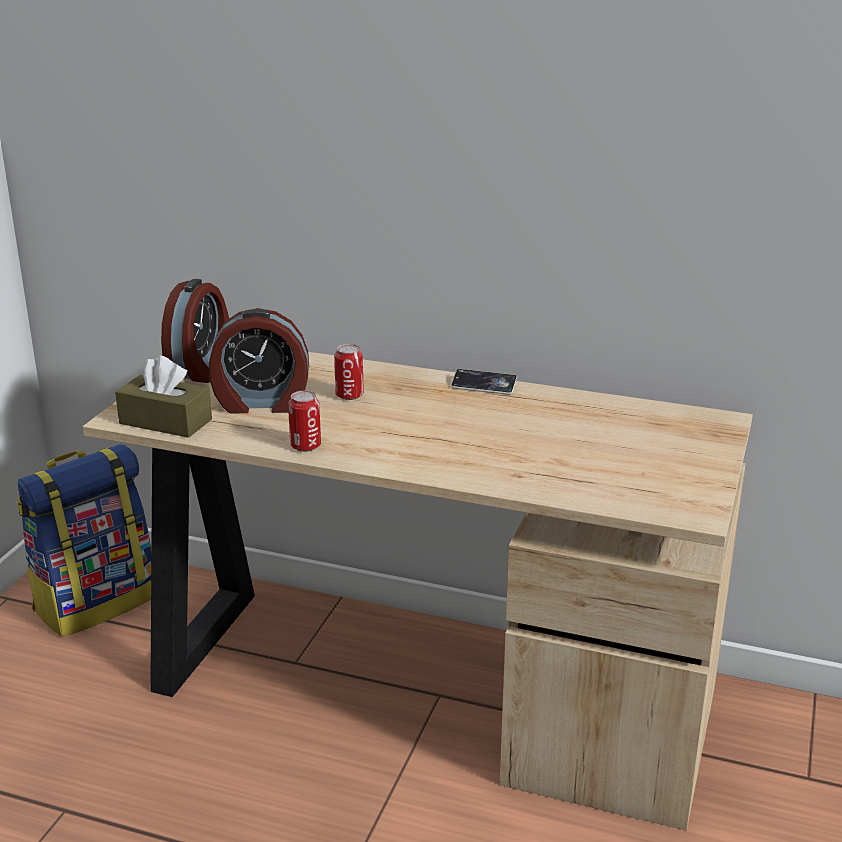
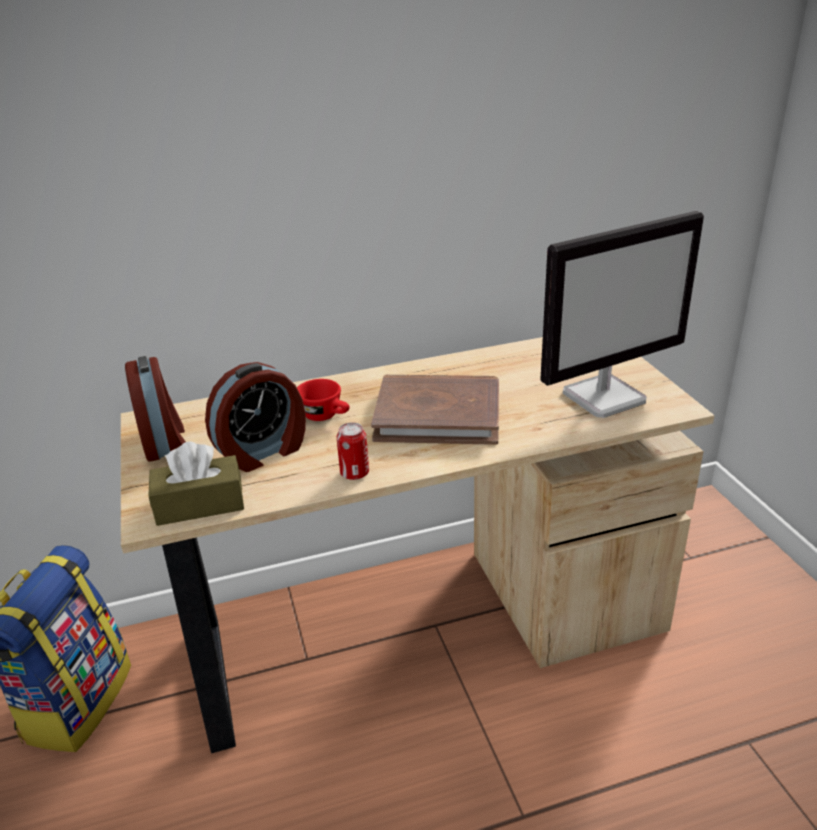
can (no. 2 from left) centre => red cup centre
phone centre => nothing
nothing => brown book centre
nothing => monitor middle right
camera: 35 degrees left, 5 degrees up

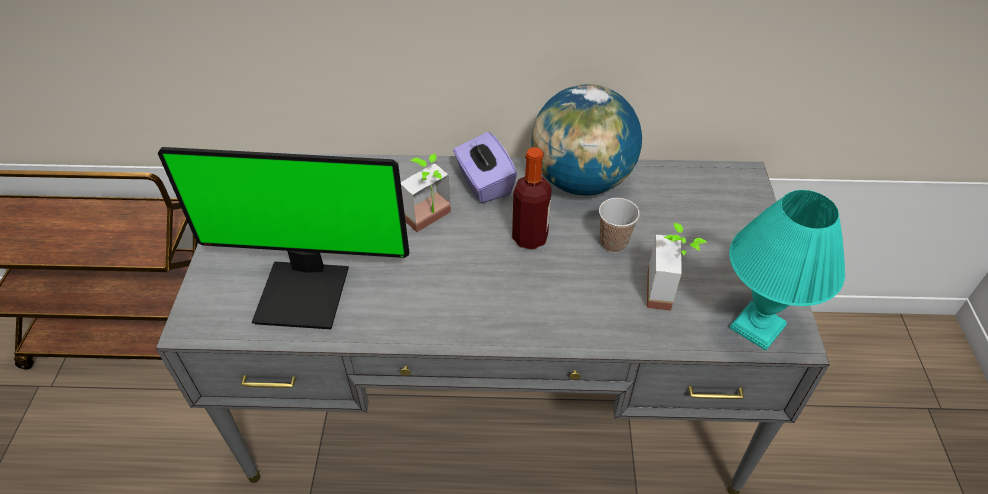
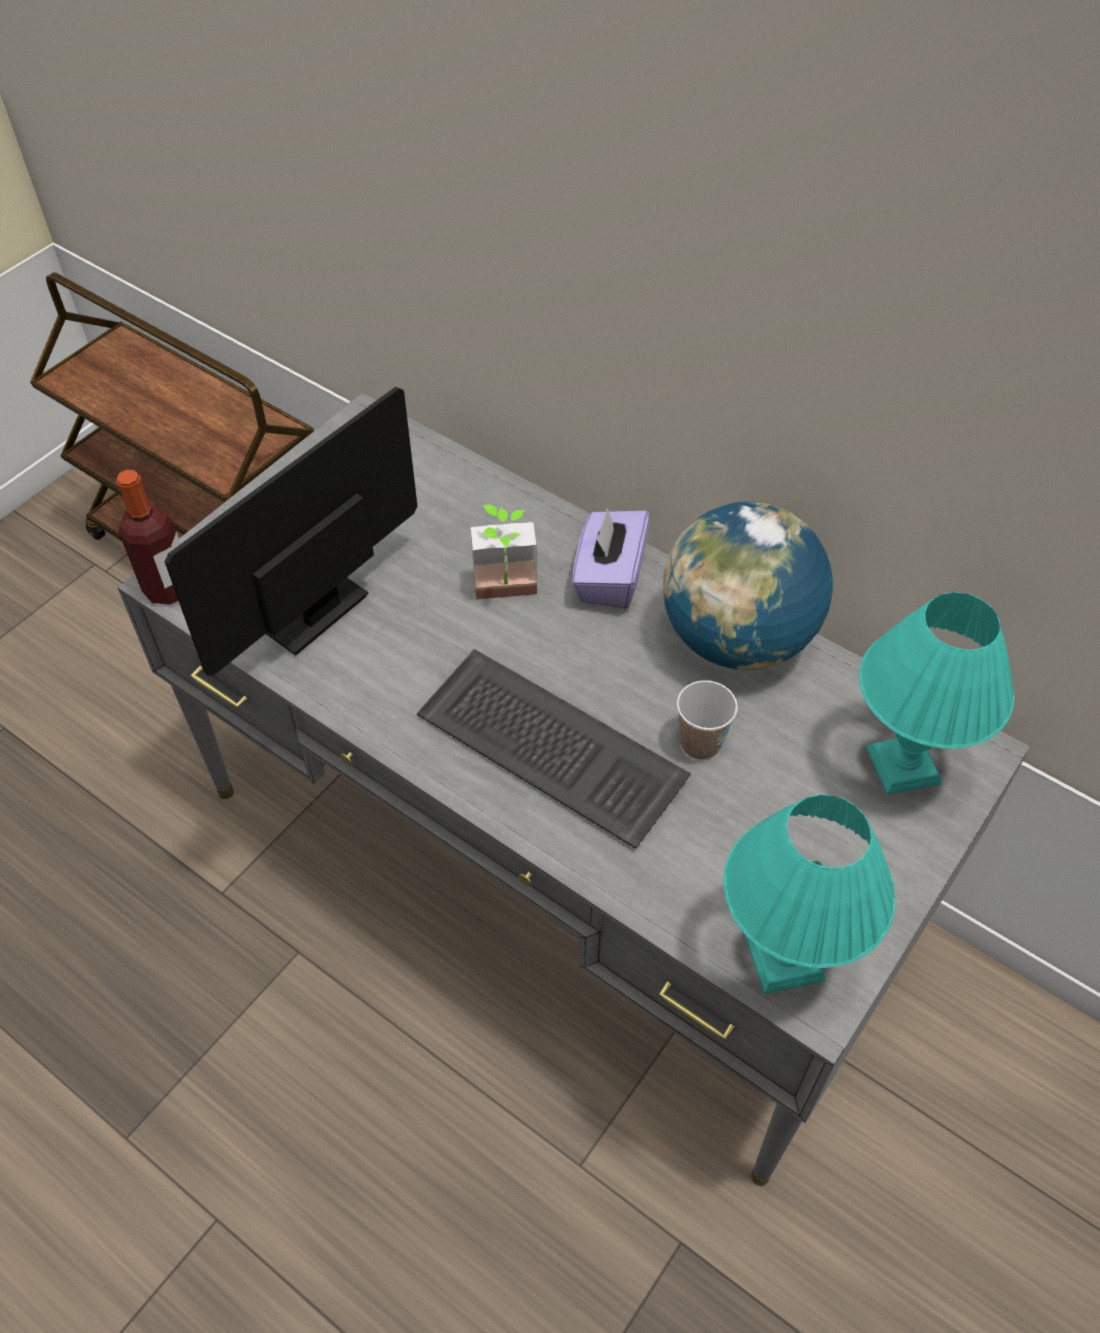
monitor middle left, 90 degrees clockwise
bottle centre => bottle middle left, relocated
potted plant (no. 2 from left) middle right => nothing
nothing => keyboard centre
nothing => turquoise table lamp (no. 2 from left) middle right
camera: 35 degrees right, 5 degrees up

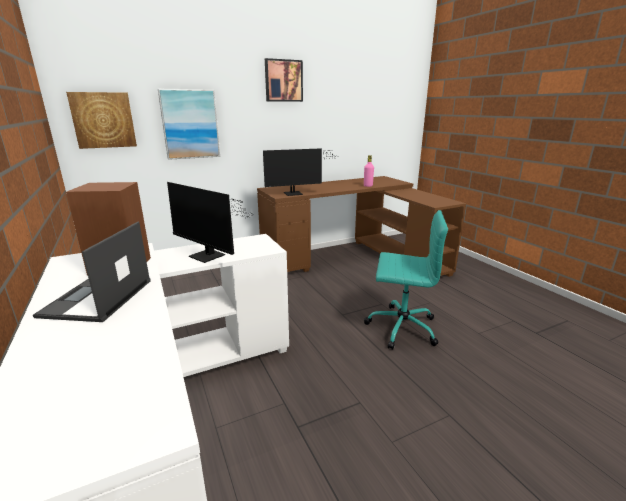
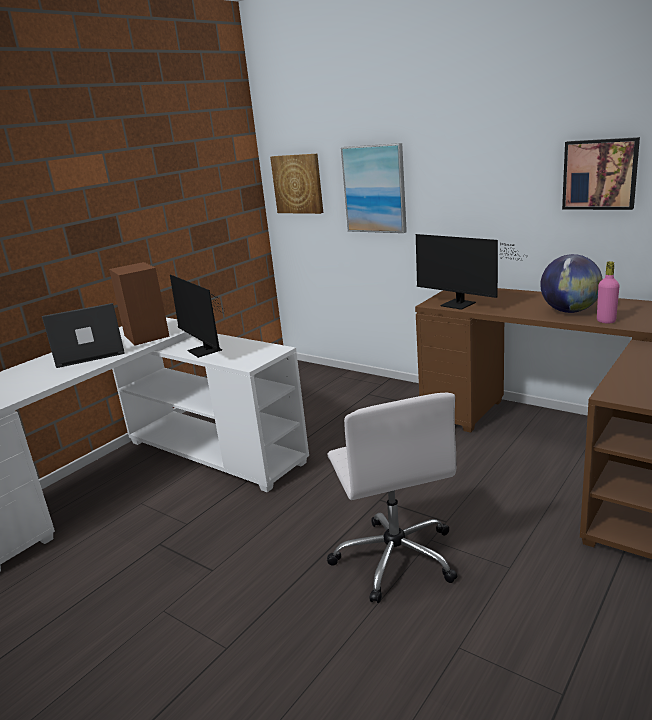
monitor (no. 1 from left) middle left, 45 degrees counterclockwise
picture (no. 3 from left) top centre => picture (no. 3 from left) top right, relocated
turquoise office chair centre => white office chair bottom centre
nothing => globe middle right
camera: 65 degrees right, 0 degrees up

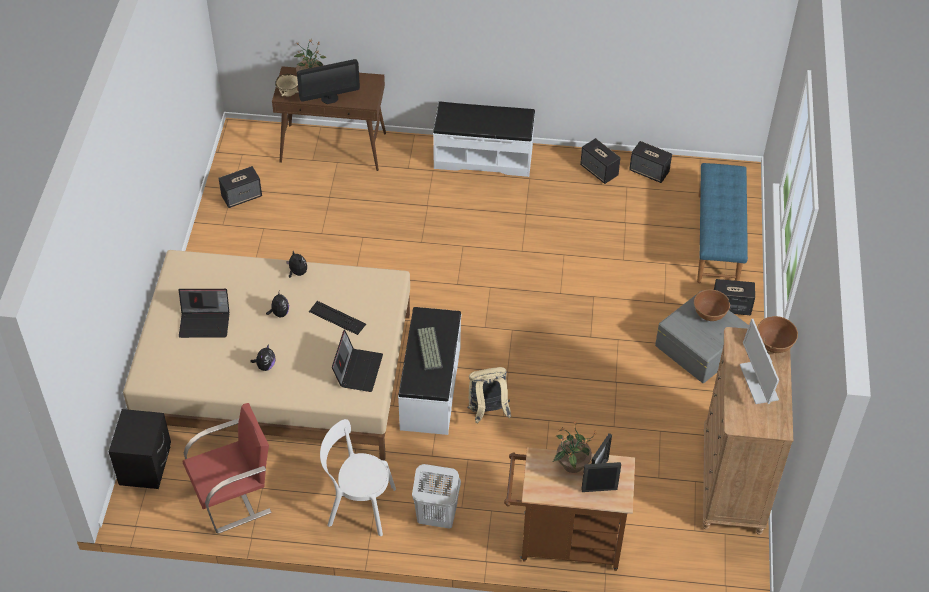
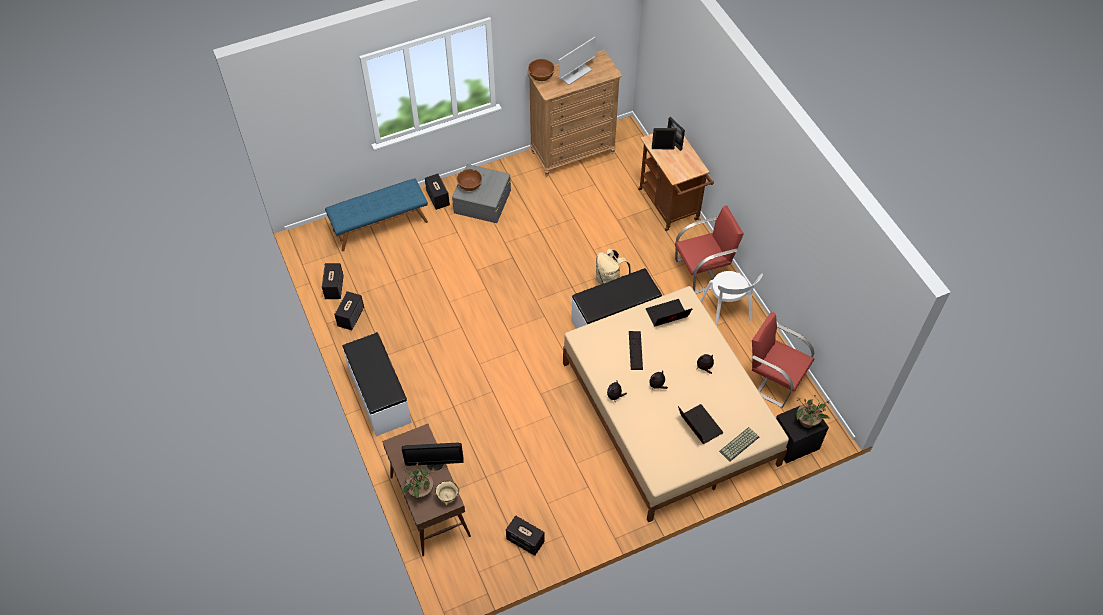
monitor (no. 1 from left) top centre => monitor (no. 1 from left) bottom centre, 135 degrees clockwise
white laundry basket bottom centre => red chair (no. 1 from left) centre
keyboard (no. 2 from left) centre => keyboard (no. 2 from left) bottom right, relocated
potted plant (no. 2 from left) bottom centre => potted plant (no. 2 from left) bottom right, relocated
camera: 120 degrees left, 5 degrees up

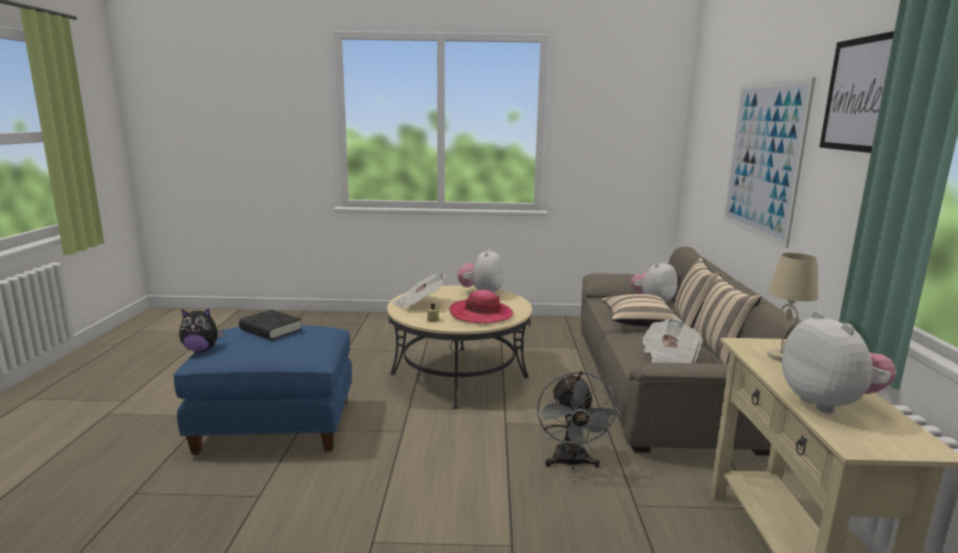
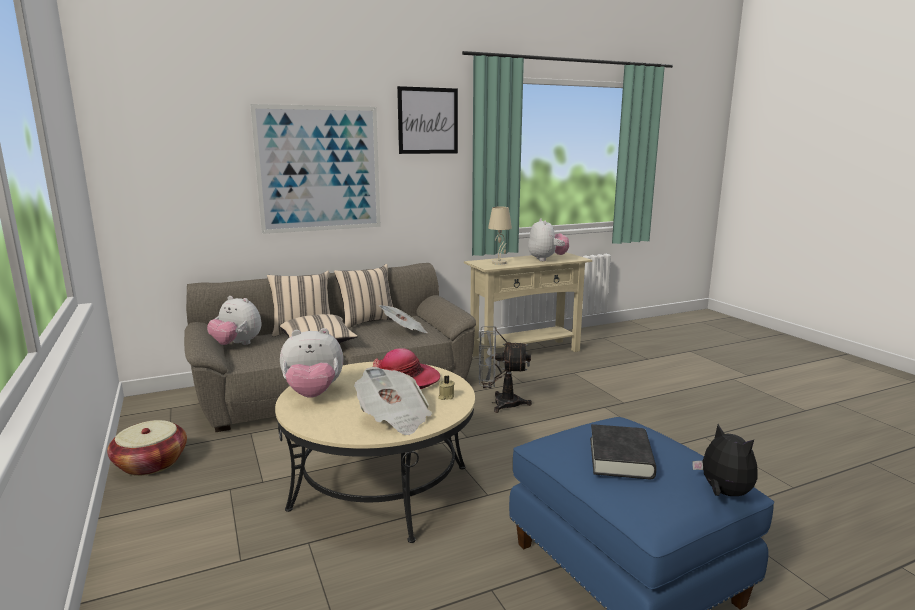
grey fan bottom centre => grey fan centre, 150 degrees counterclockwise
plush toy (no. 4 from left in the first image) middle right => plush toy (no. 3 from left) centre, 120 degrees clockwise
nothing => basket bottom left
camera: 115 degrees left, 0 degrees up

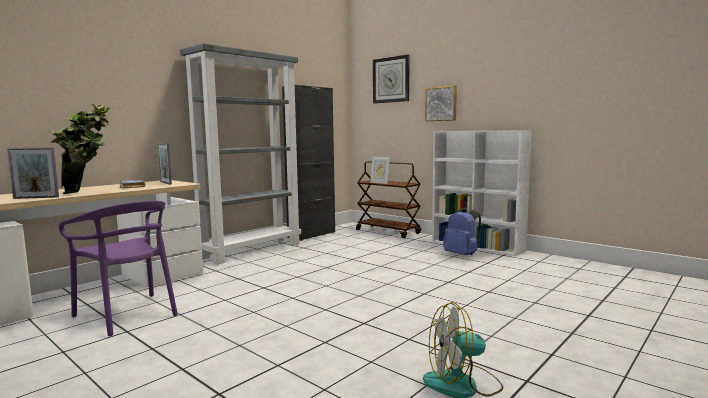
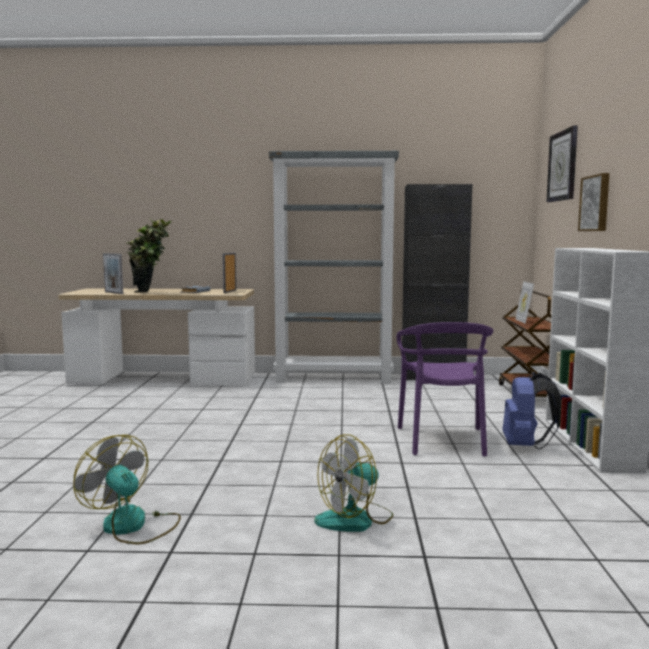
purple chair bottom left => purple chair middle right, relocated
nothing => fan (no. 2 from left) bottom centre
camera: 50 degrees right, 0 degrees up

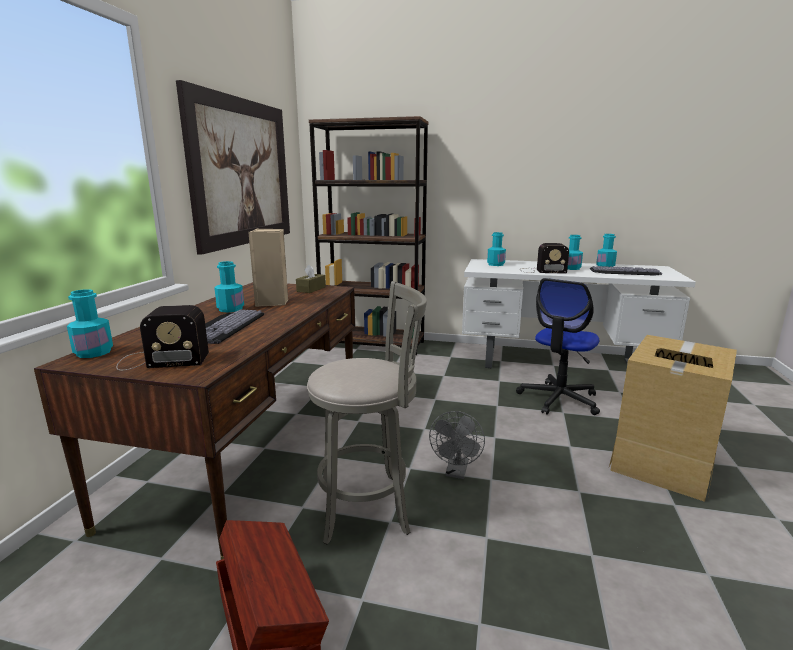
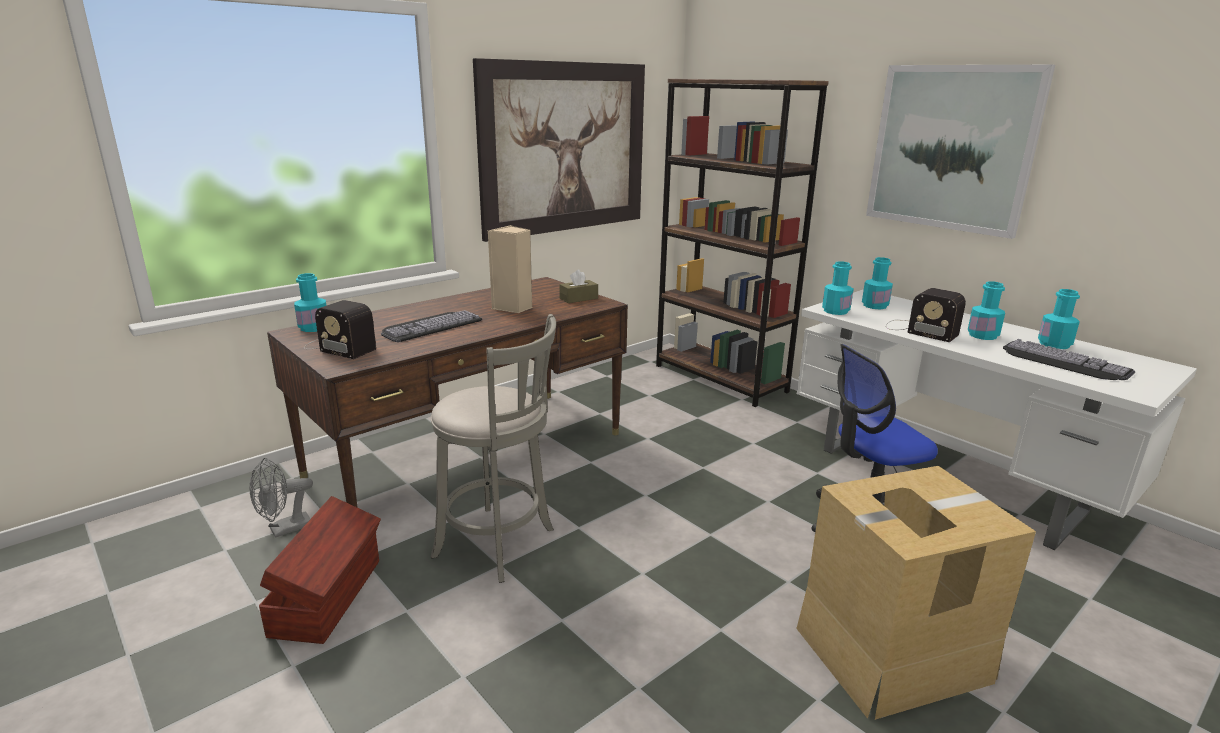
turquoise bottle (no. 2 from left) middle left => turquoise bottle (no. 2 from left) middle right, relocated
grey fan bottom centre => grey fan bottom left, relocated
nothing => picture (no. 2 from left) top right
camera: 35 degrees right, 5 degrees up

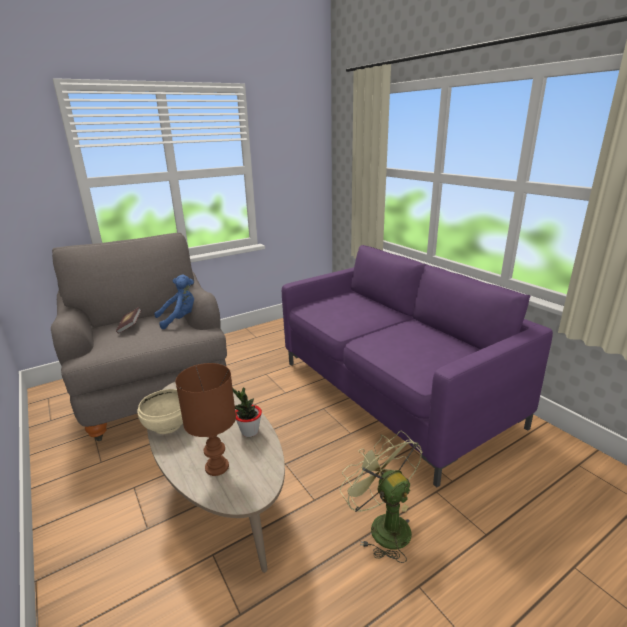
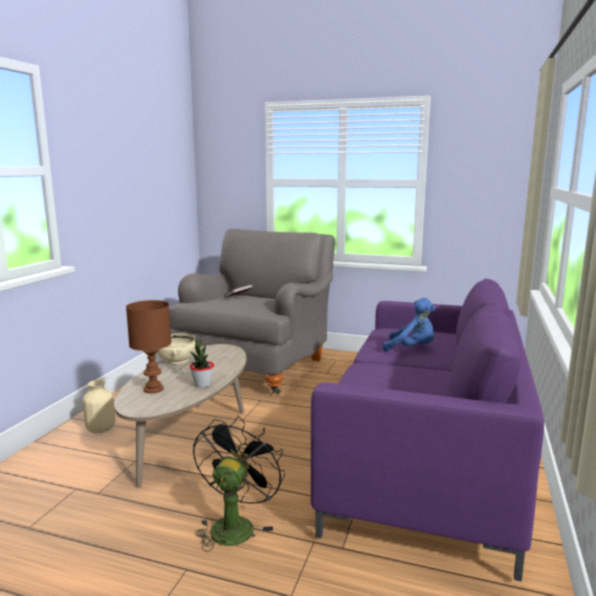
blue plush toy middle left => blue plush toy middle right, relocated
green fan bottom centre => black fan bottom centre
nothing => beige vase bottom left
camera: 50 degrees right, 10 degrees down

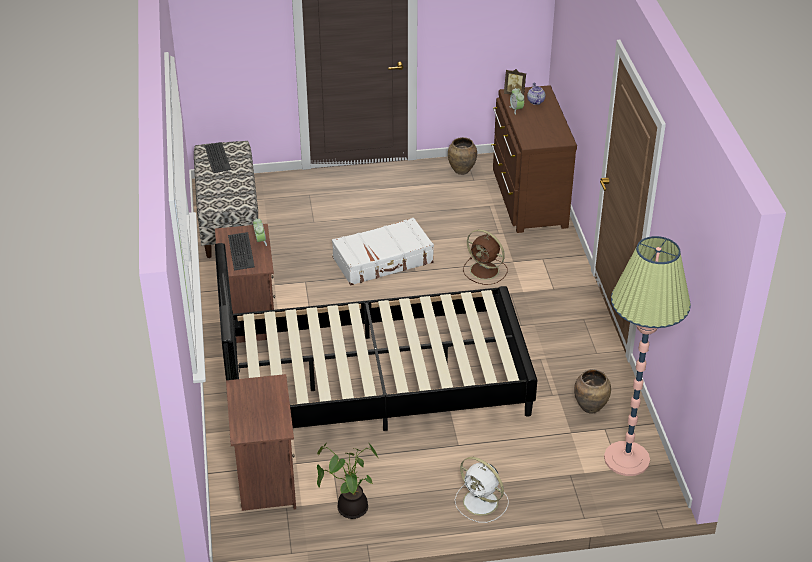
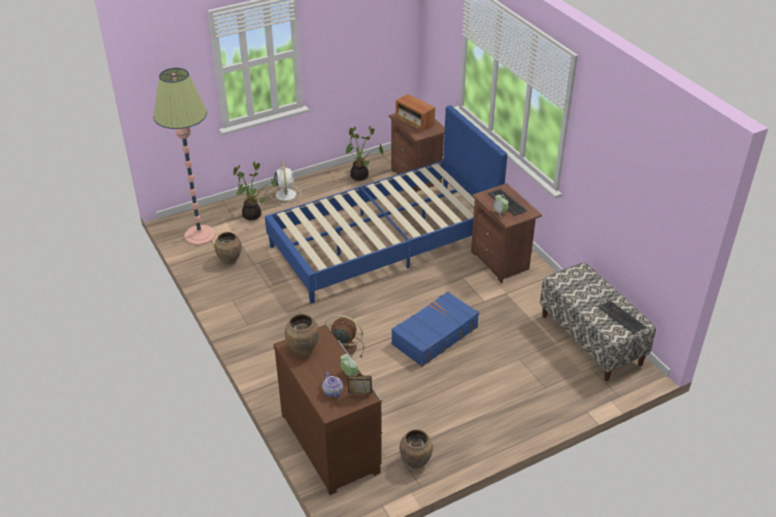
black bed centre => blue bed centre
white suitcase centre => blue suitcase centre
white fan bottom centre => white fan centre, 60 degrees clockwise
nothing => potted plant (no. 1 from left) middle left
nothing => brown vase (no. 2 from left) centre
nothing => radio top centre
camera: 160 degrees right, 0 degrees up

